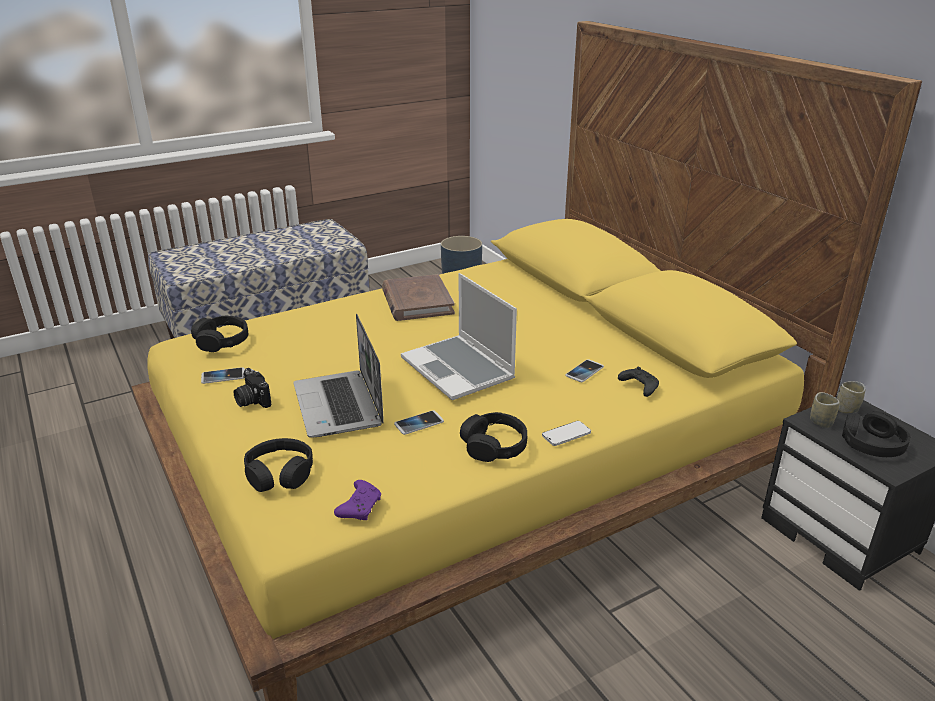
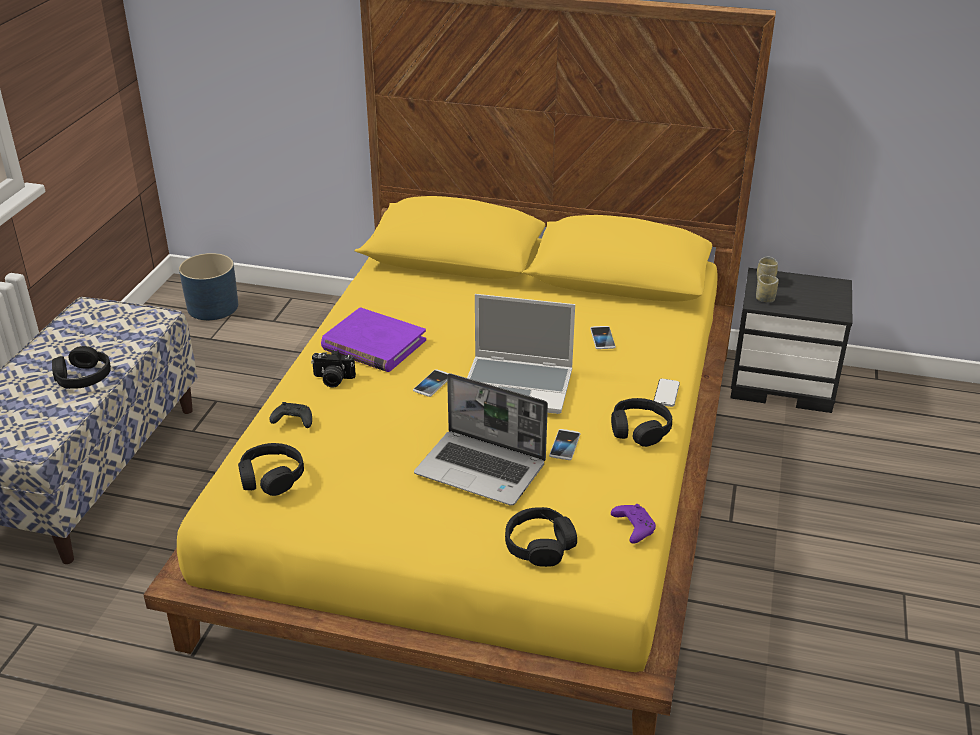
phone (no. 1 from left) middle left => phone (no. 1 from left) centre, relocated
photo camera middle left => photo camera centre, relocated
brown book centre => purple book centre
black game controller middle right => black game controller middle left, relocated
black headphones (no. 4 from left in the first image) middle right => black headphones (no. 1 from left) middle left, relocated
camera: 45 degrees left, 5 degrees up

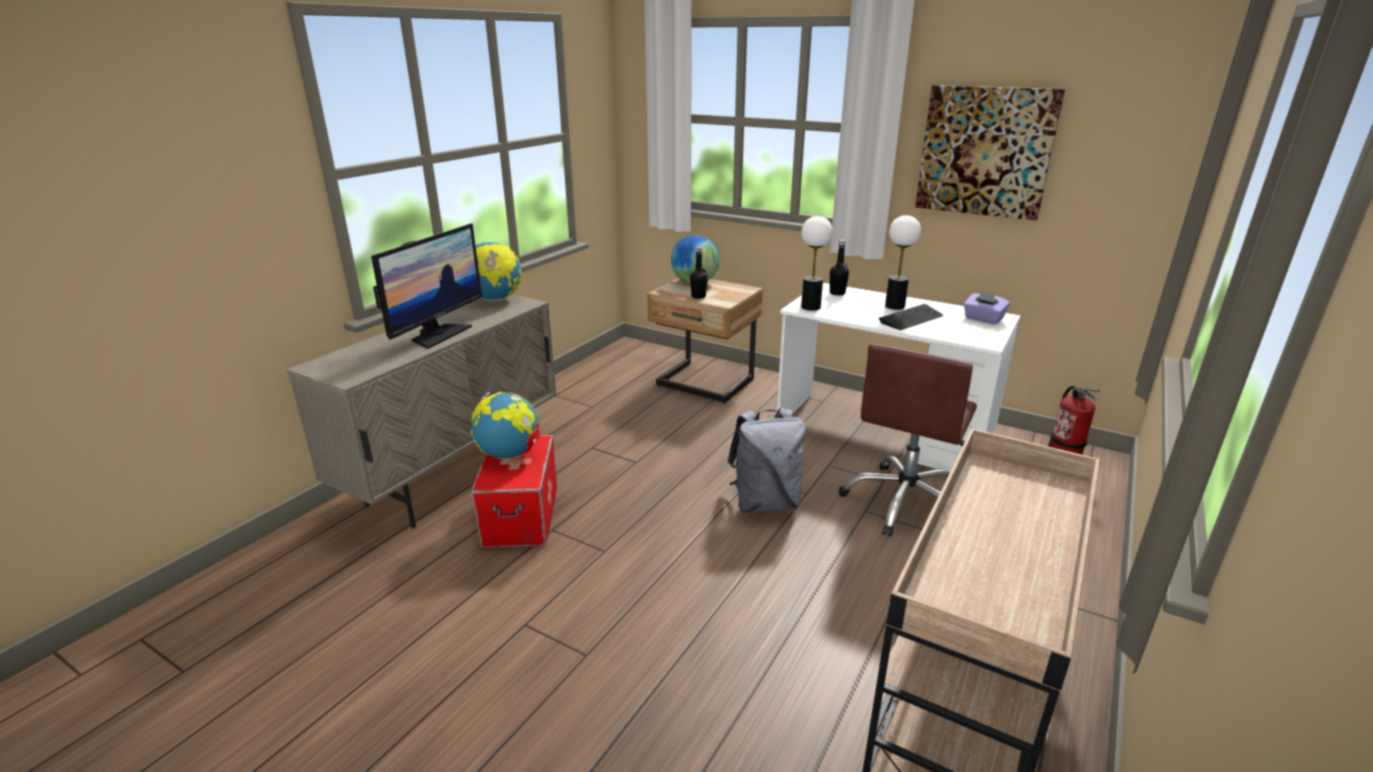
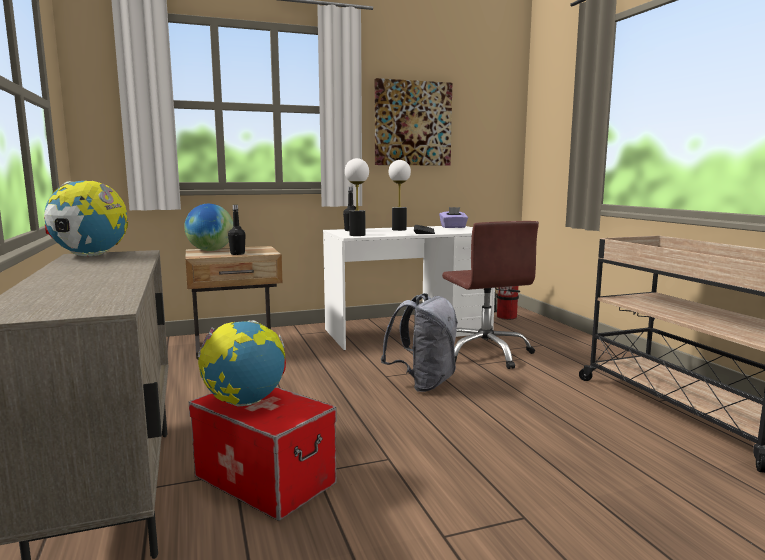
monitor middle left => nothing
camera: 50 degrees left, 15 degrees down

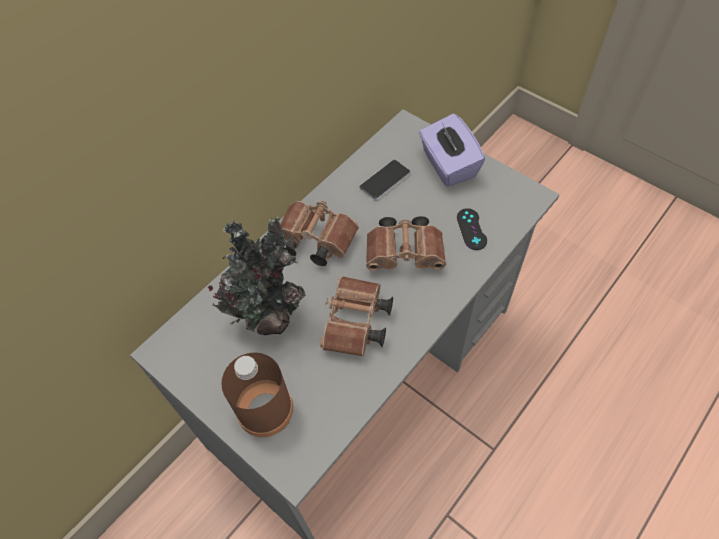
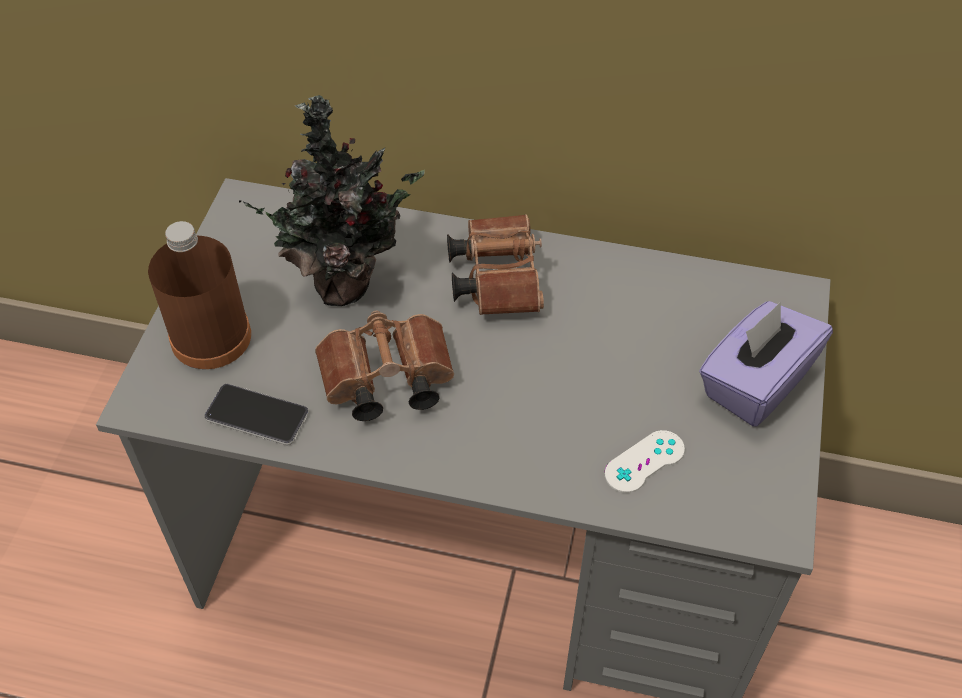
phone centre => phone middle left, relocated
brown binoculars (no. 3 from left) centre => nothing
black game controller centre => white game controller middle right
camera: 60 degrees right, 5 degrees down

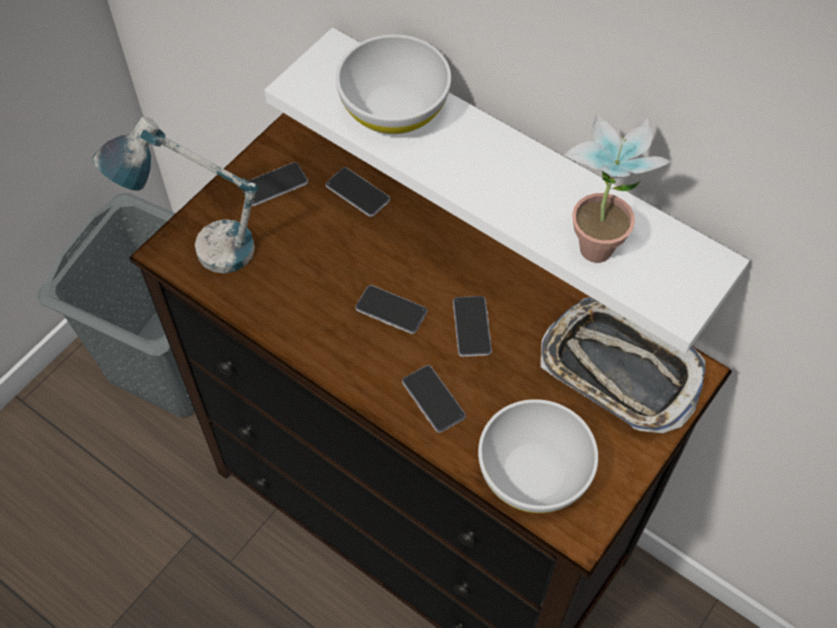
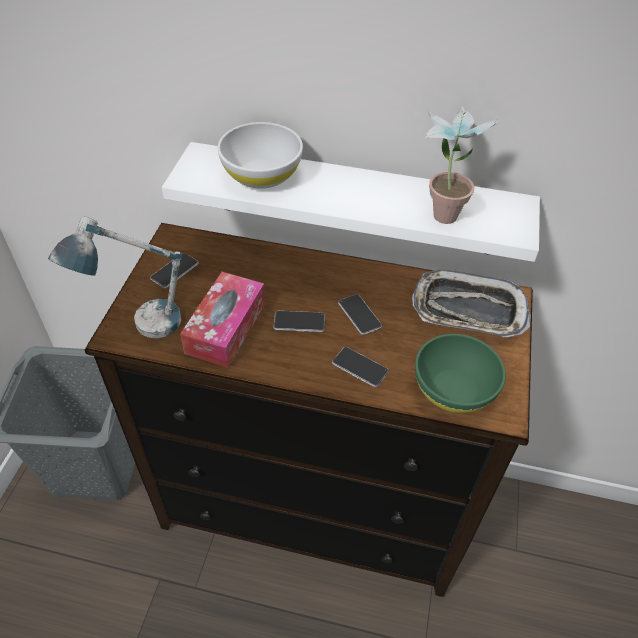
phone (no. 2 from left) top centre => nothing
white bowl (no. 2 from left) bottom centre => green bowl middle right
nothing => tissue box centre
camera: 25 degrees left, 10 degrees down

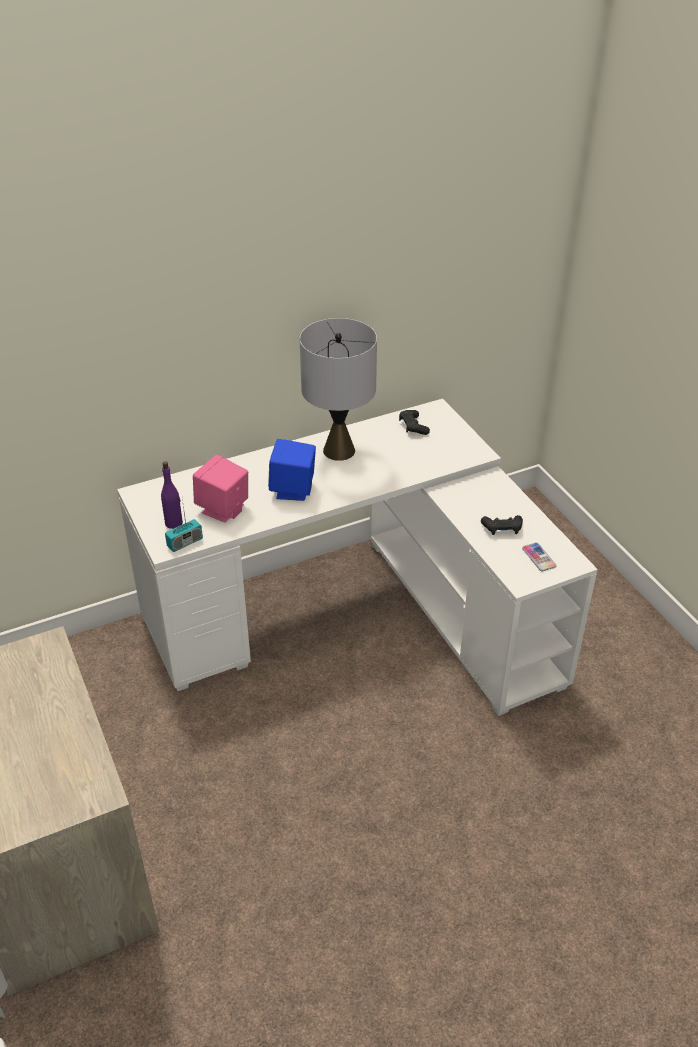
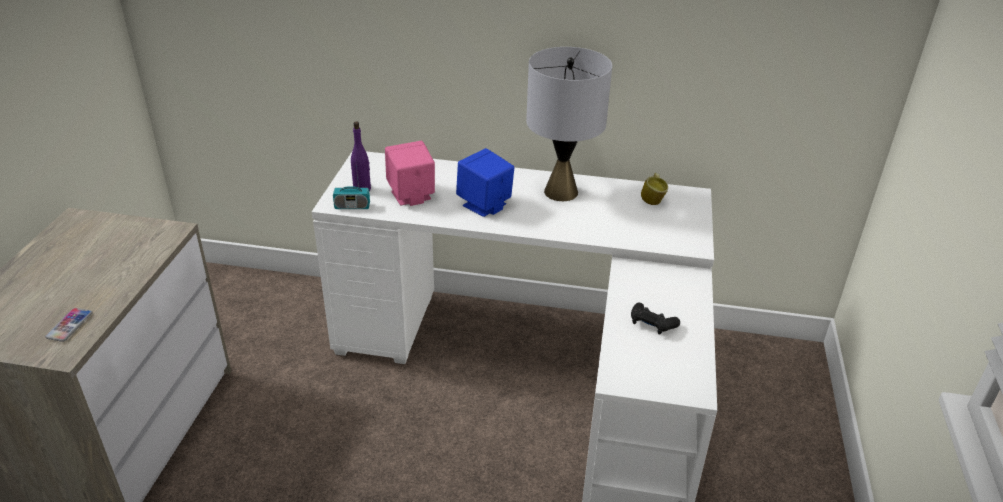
black game controller (no. 1 from left) centre => mug centre
phone middle right => phone middle left, relocated
camera: 35 degrees right, 5 degrees down

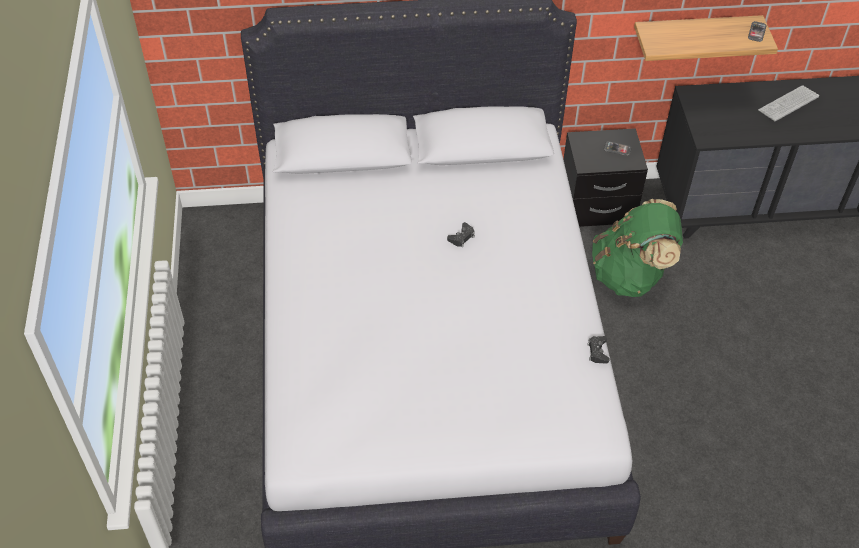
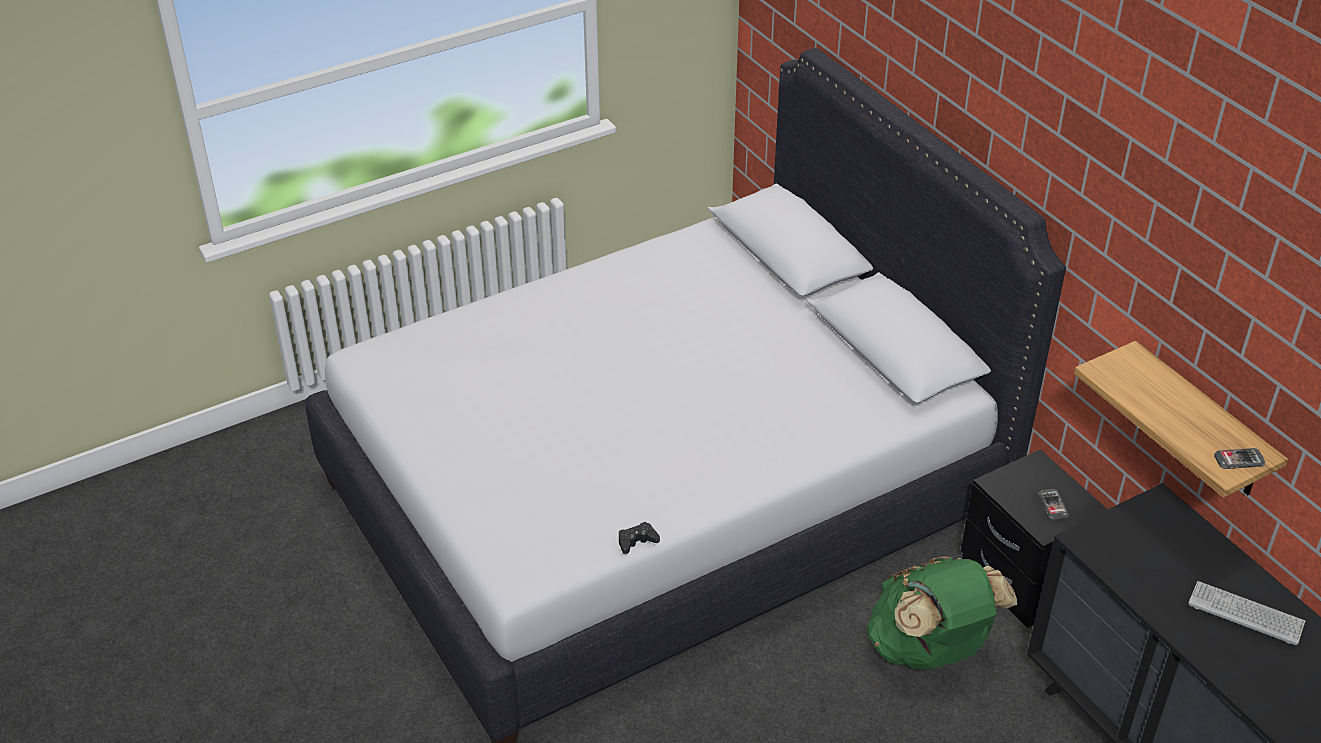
black game controller (no. 1 from left) centre => nothing
camera: 65 degrees right, 10 degrees down

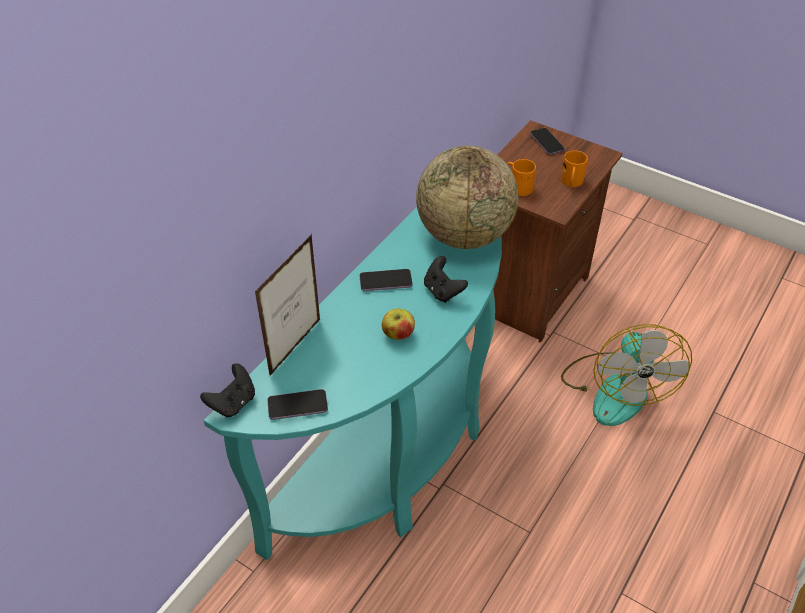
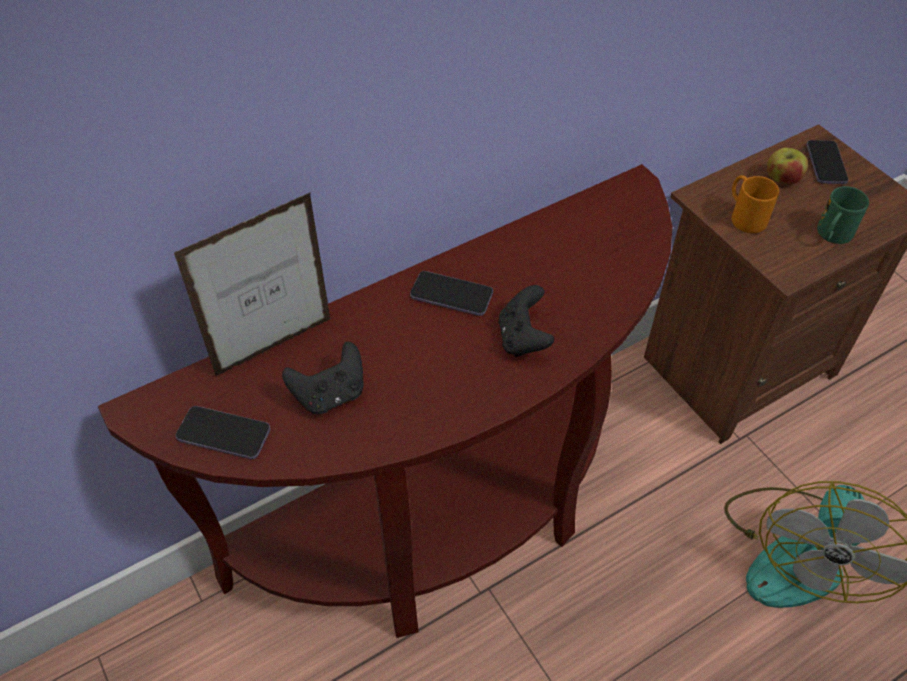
black game controller (no. 1 from left) middle left => black game controller (no. 1 from left) centre, relocated
turquoise console table centre => brown console table centre
apple centre => apple top right, relocated
globe top centre => nothing
orange mug (no. 2 from left) top right => green mug top right
camera: 25 degrees right, 5 degrees up

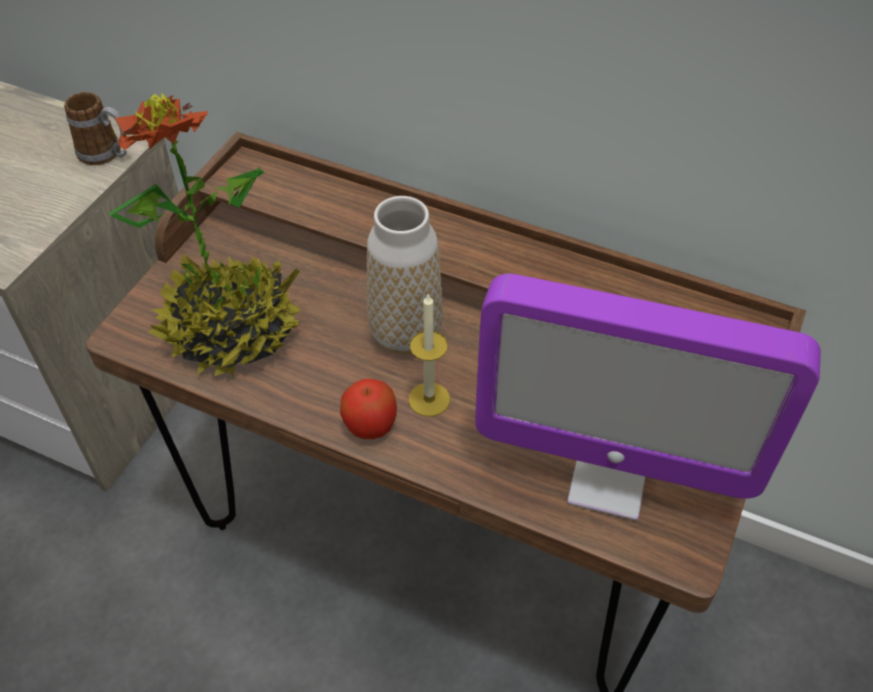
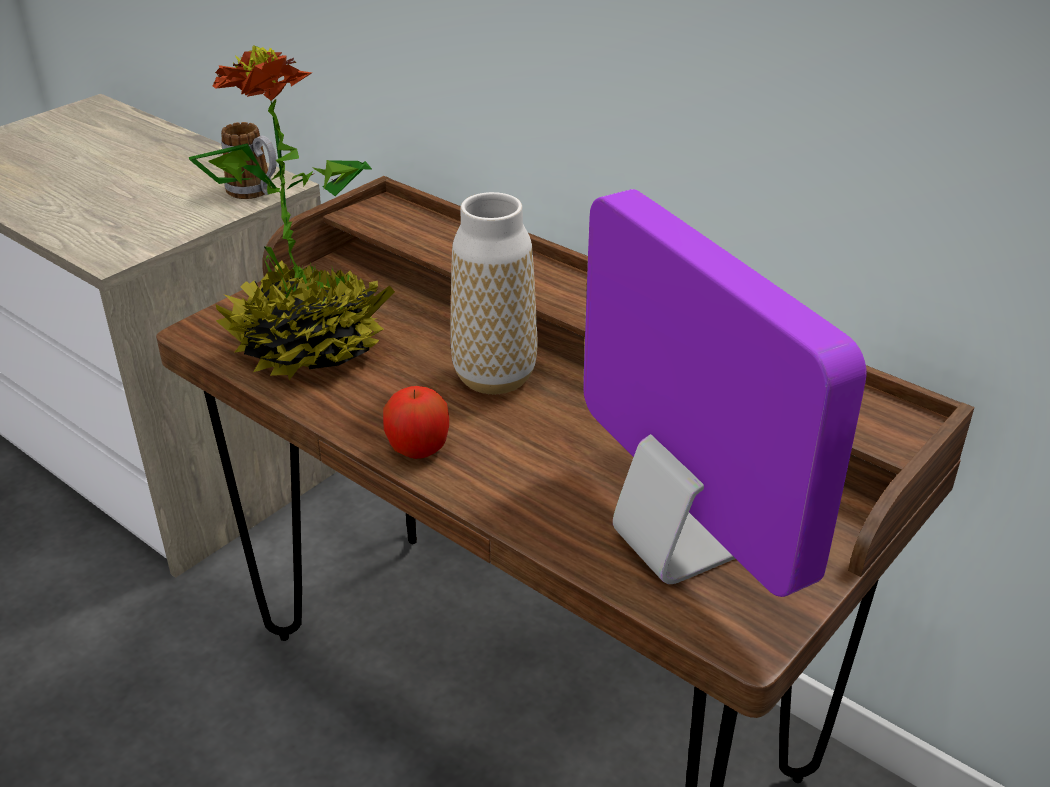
candle centre => nothing
monitor middle right, 150 degrees counterclockwise
camera: 15 degrees right, 15 degrees down

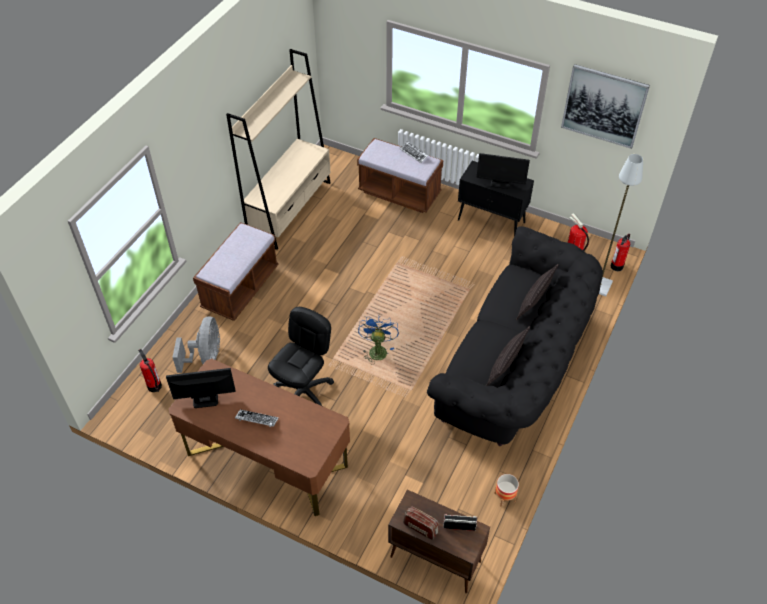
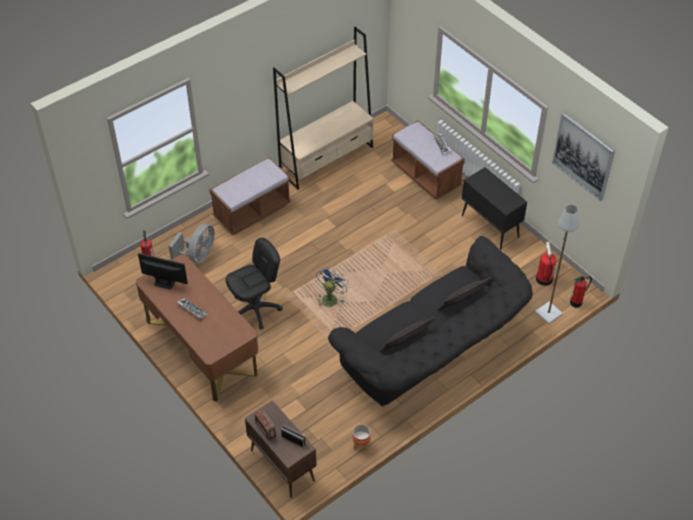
monitor (no. 2 from left) top centre => nothing
camera: 25 degrees right, 0 degrees up

